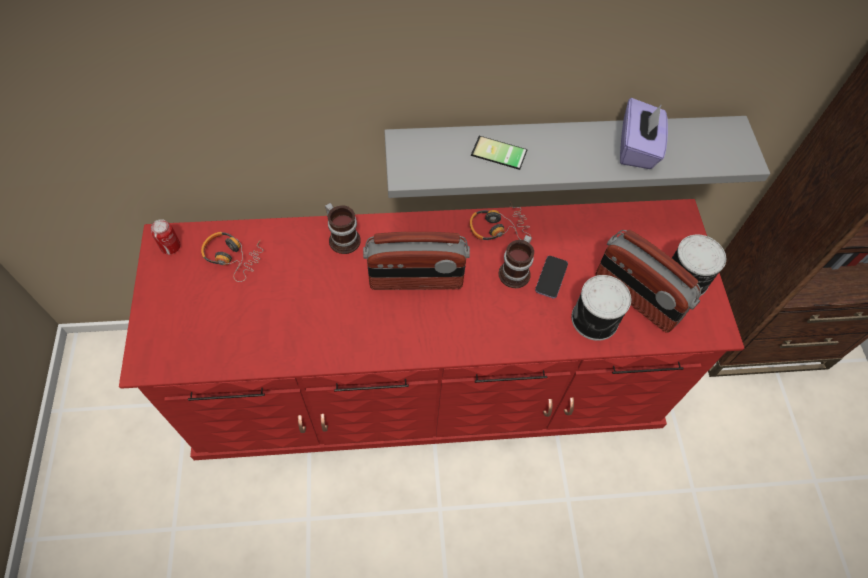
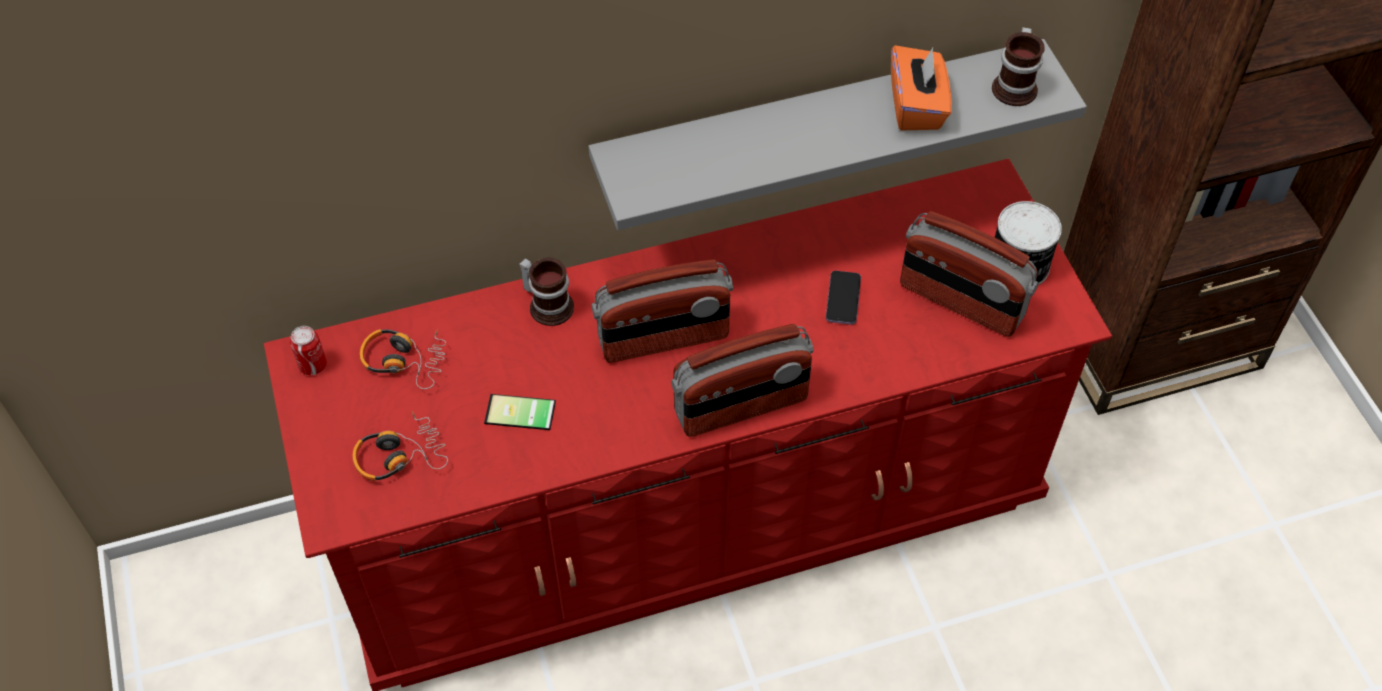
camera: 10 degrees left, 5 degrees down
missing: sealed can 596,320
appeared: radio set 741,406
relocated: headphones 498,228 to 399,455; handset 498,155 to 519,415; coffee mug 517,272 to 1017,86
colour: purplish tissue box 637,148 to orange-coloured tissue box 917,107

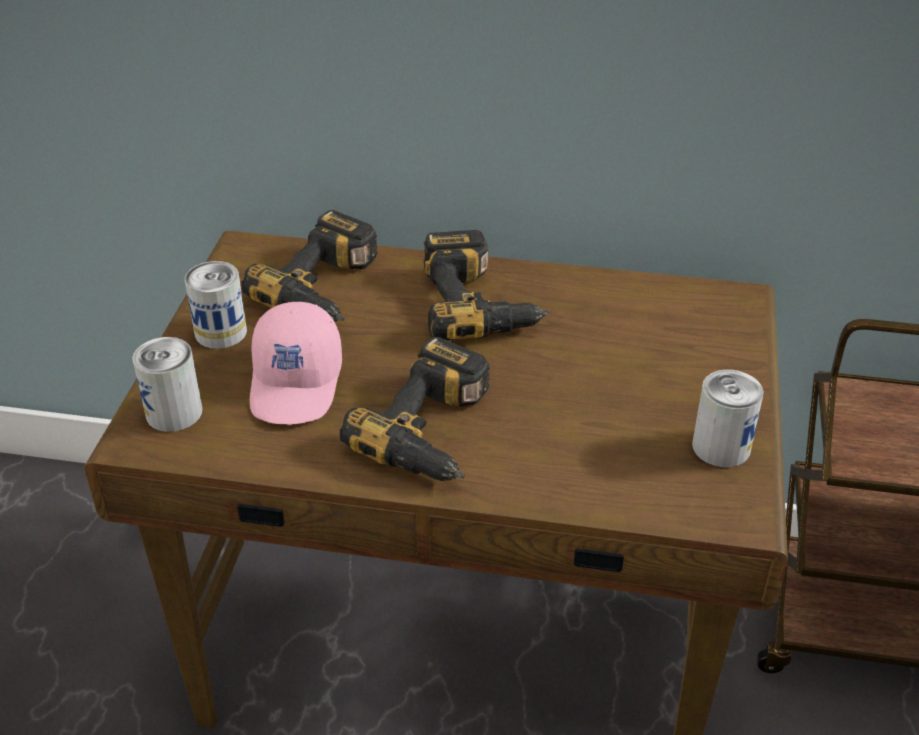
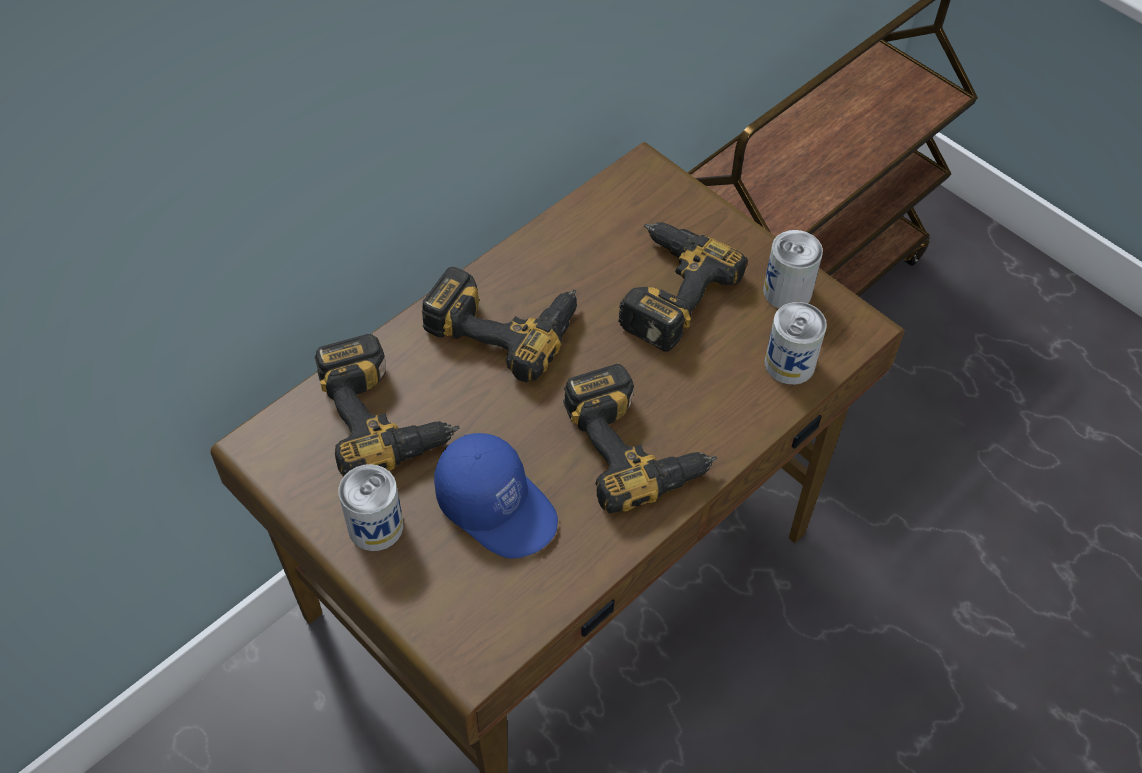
camera: 55 degrees left, 15 degrees up
appeared: electric drill 665,290
relocated: sealed can 174,412 to 789,364
colour: pink baseball cap 297,383 to blue baseball cap 498,506

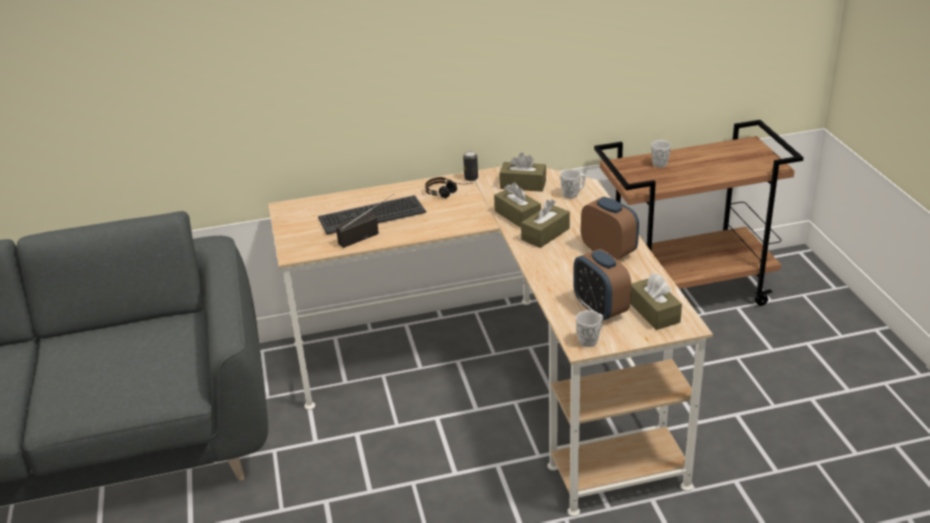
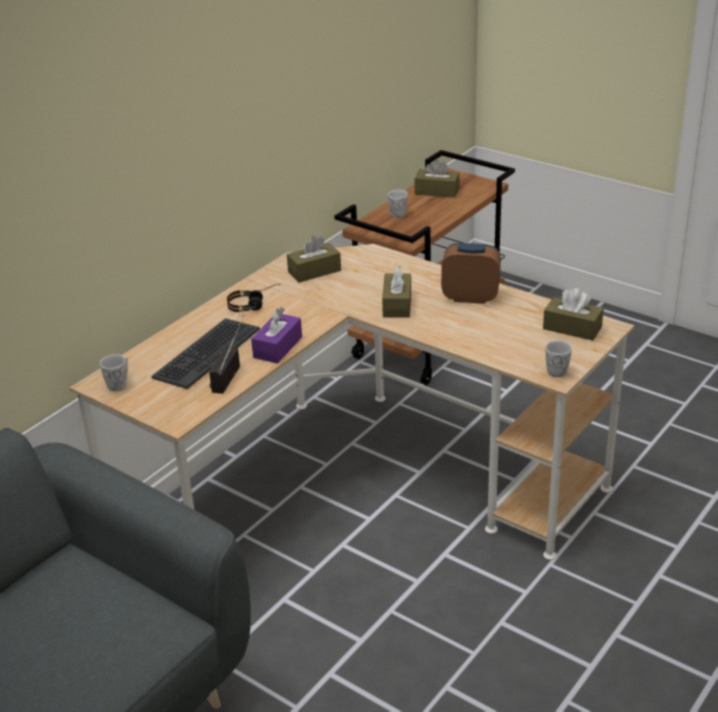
camera: 40 degrees left, 0 degrees up
missing: sealed can 471,178; alarm clock 600,309
appeared: purplish tissue box 278,347
relocated: brown-coloured tissue box 517,216 to 437,191; white coffee mug 573,194 to 119,383

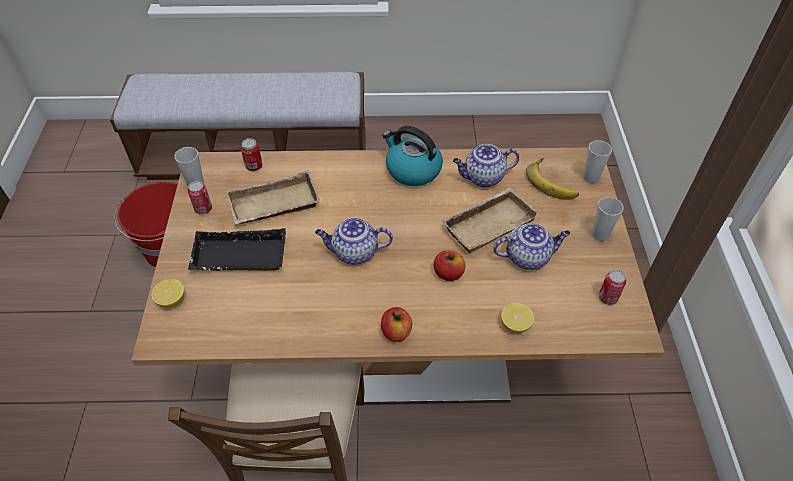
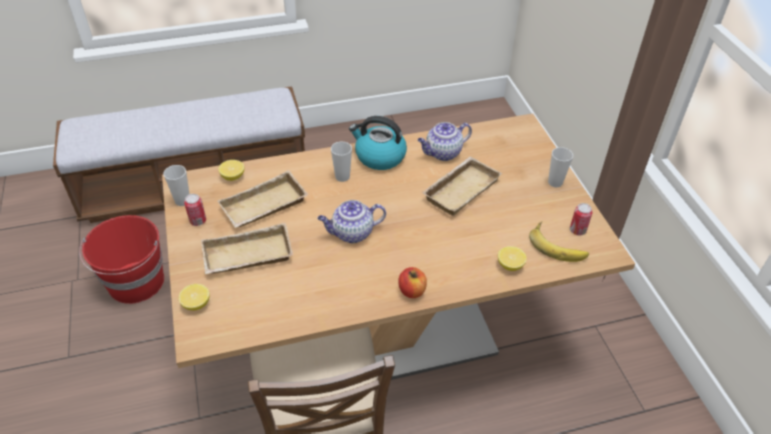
camera: 15 degrees left, 5 degrees down
missing: whole apple 448,273; pot for tea 528,257
relocated: banana fruit 553,182 to 558,245; small cup 590,177 to 342,177
exchanged: sealed can 254,166 to citrus fruit 233,177
colour: blackish tray 238,258 to beige-coloured tray 247,257

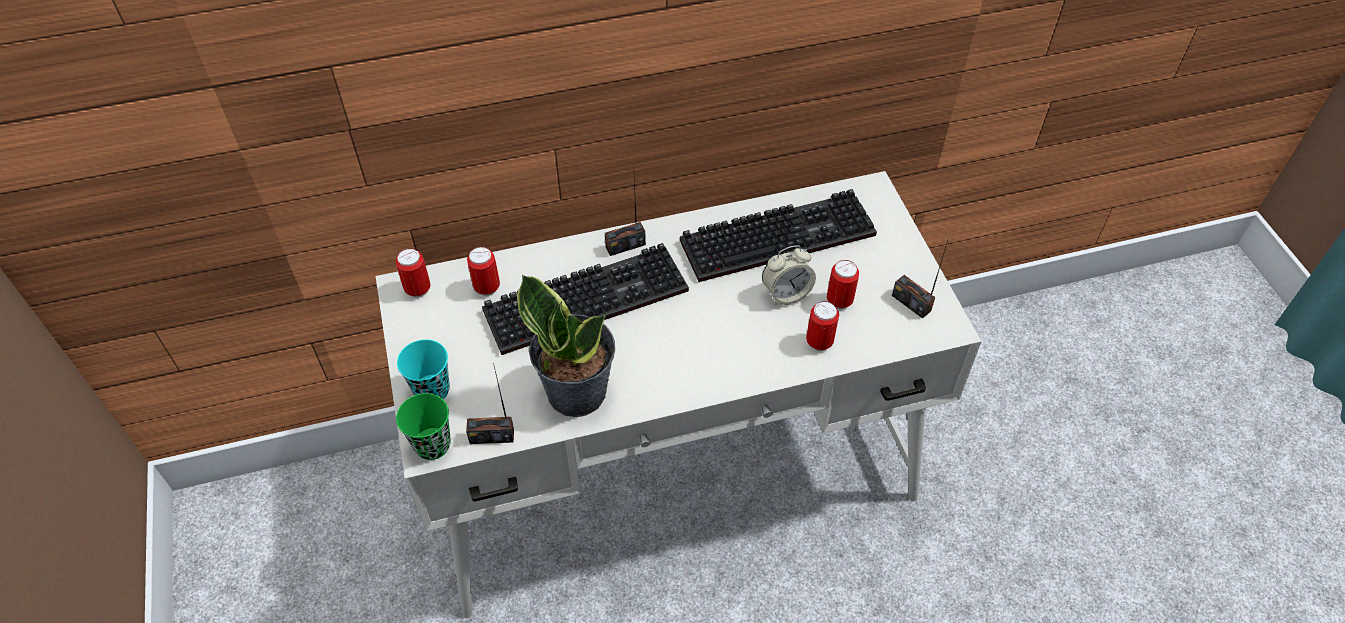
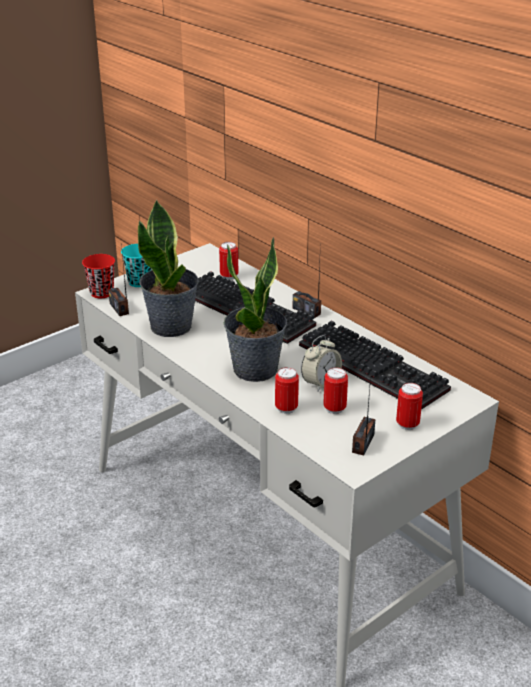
camera: 65 degrees right, 20 degrees down
appeared: houseplant 256,369
relocated: sealed can 418,289 to 407,424
colour: green-coloured small cup 432,445 to reddish small cup 102,293
spun: alarm clock 786,293 = 320,383 90 degrees counterclockwise

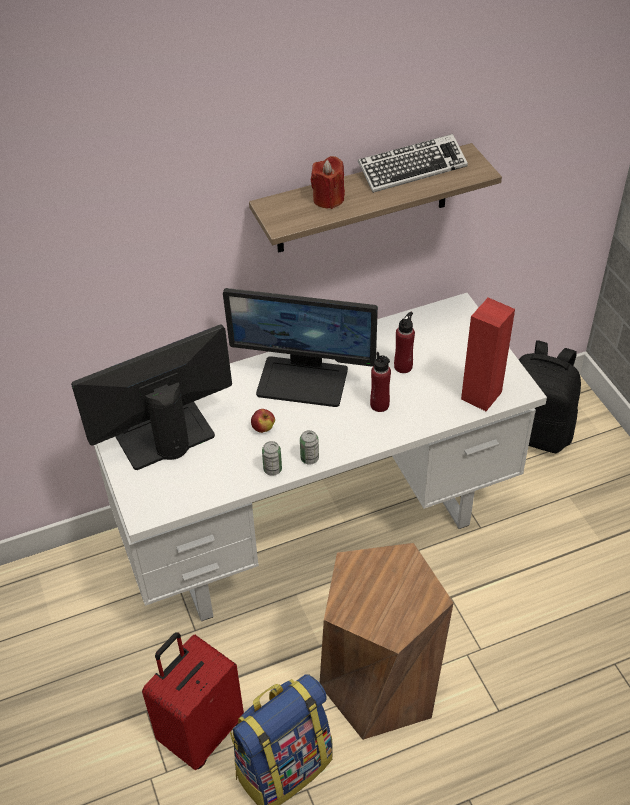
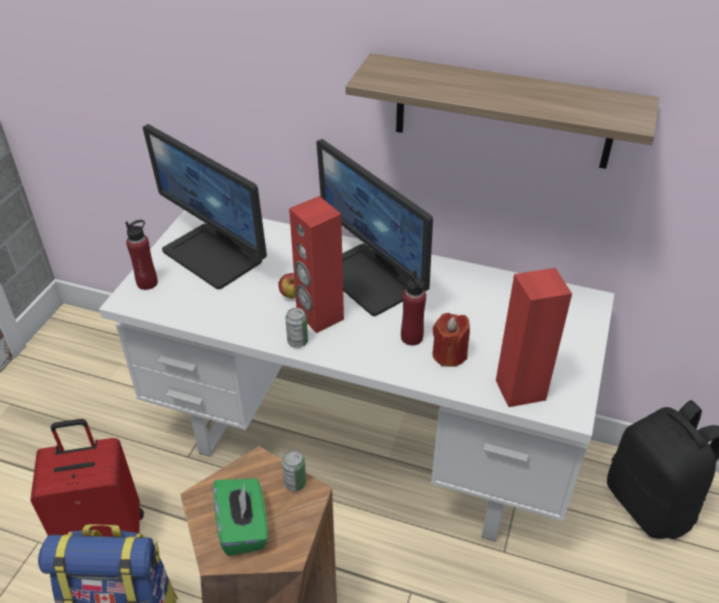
camera: 40 degrees right, 5 degrees down
missing: PC keyboard 412,169
appeared: green-coloured tissue box 243,528; reddish loudspeaker 319,316
relocated: sealed can 272,469 to 295,483; reddish candle 328,199 to 449,354; reddish beverage bottle 403,366 to 147,283
spun: computer screen 164,436 = 214,255 150 degrees counterclockwise

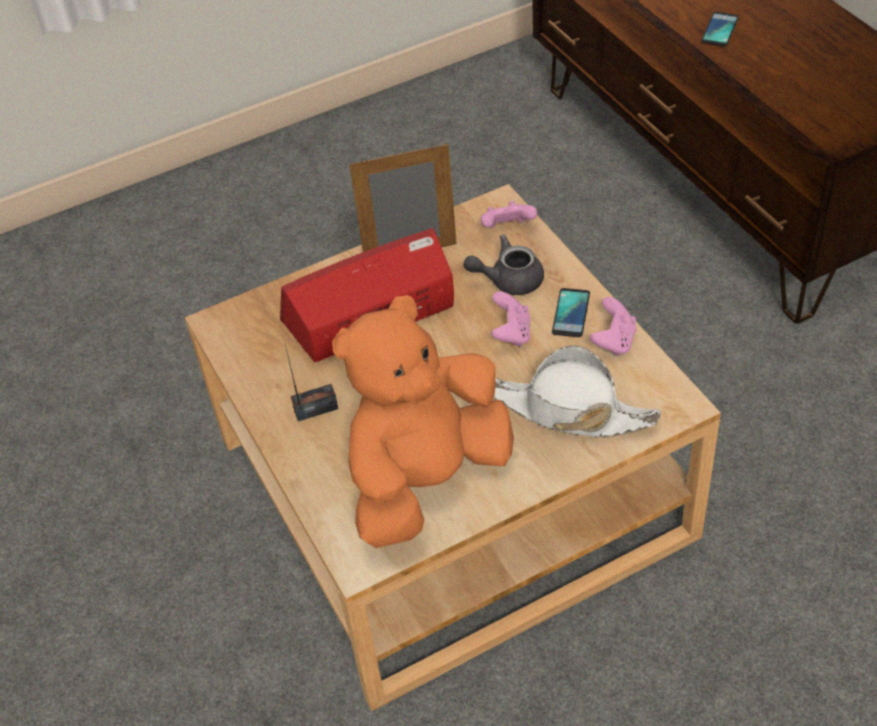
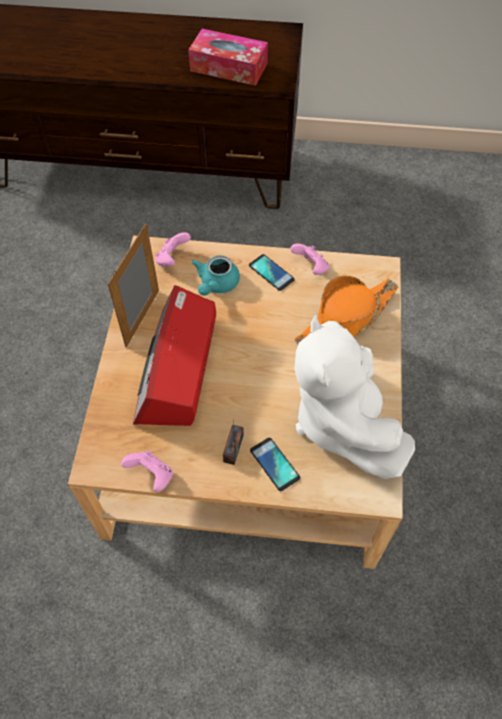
camera: 60 degrees left, 10 degrees up
appeared: tissue box 228,67
relocated: pink game controller 511,333 to 152,475; handset 719,30 to 274,464
colour: orange-coloured soft toy 426,479 to white soft toy 342,420; gray pot for tea 508,280 to turquoise-coloured pot for tea 216,284; white wearable hat 570,410 to orange-coloured wearable hat 346,318

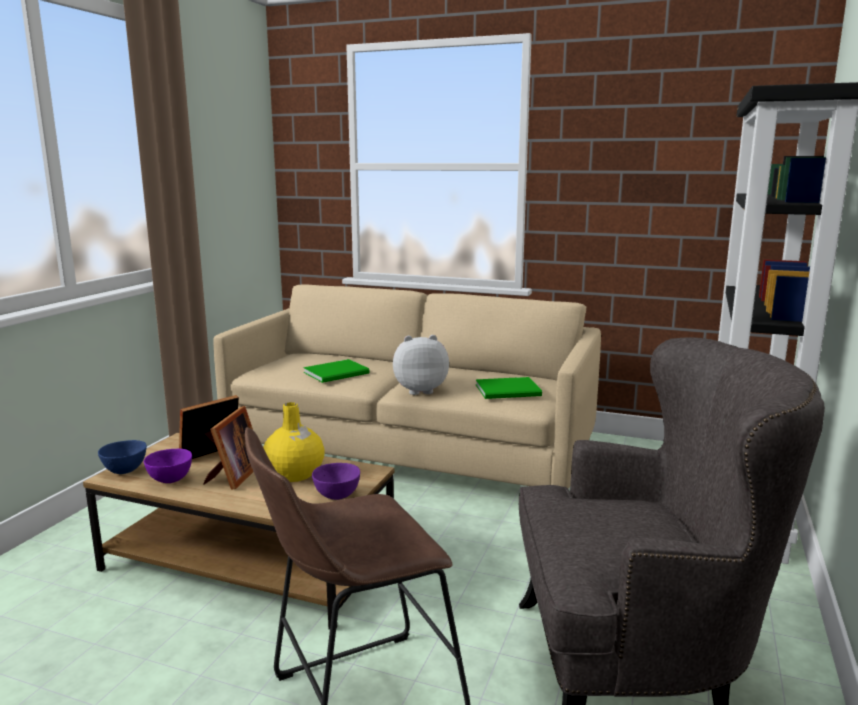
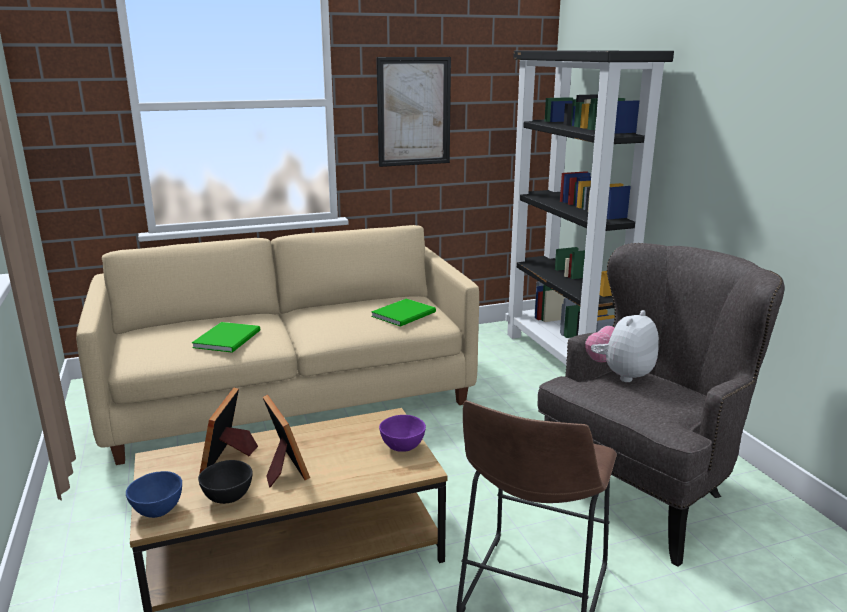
camera: 40 degrees left, 5 degrees up
missing: yellowish vase 294,474
appeared: picture 414,112
relocated: soft toy 419,390 to 620,374
colour: purplish deep dish 170,480 to blackish deep dish 228,498

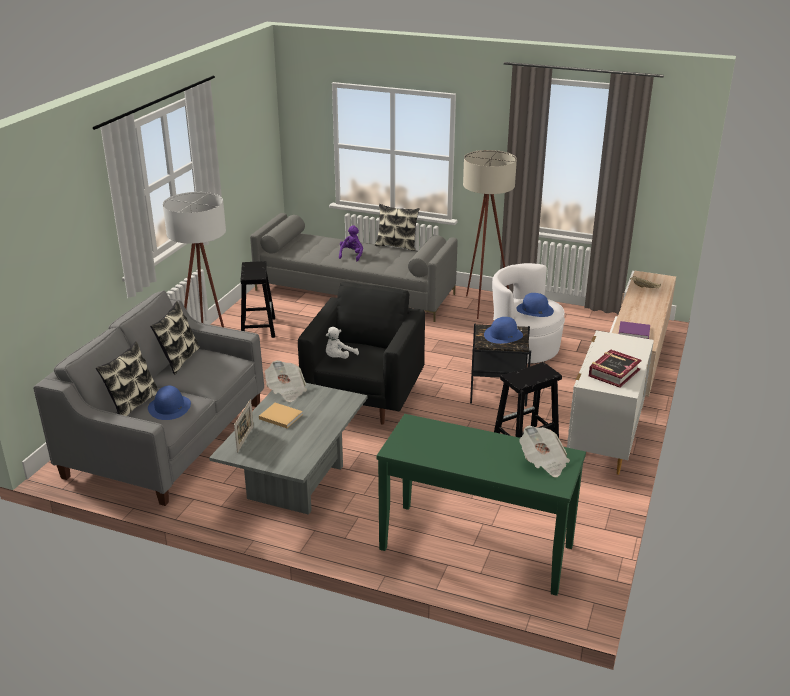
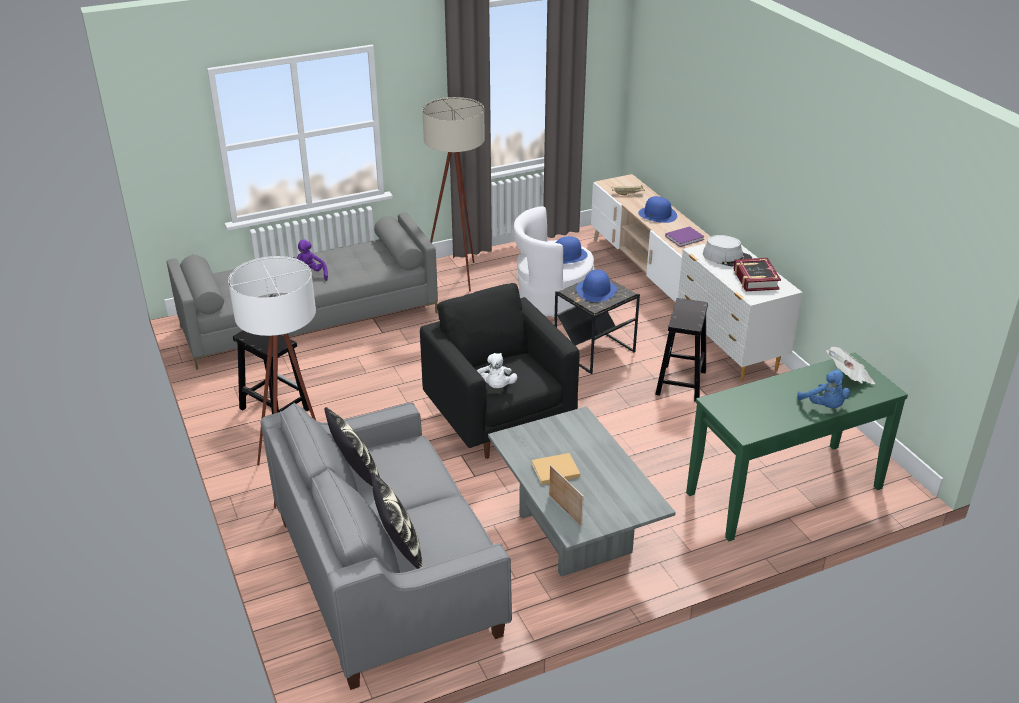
camera: 45 degrees left, 5 degrees up
missing: printed paper 286,391; pillow 397,245
appeared: gray wearable hat 727,257; blue soft toy 824,406
relocated: blue wearable hat 169,407 to 657,214

